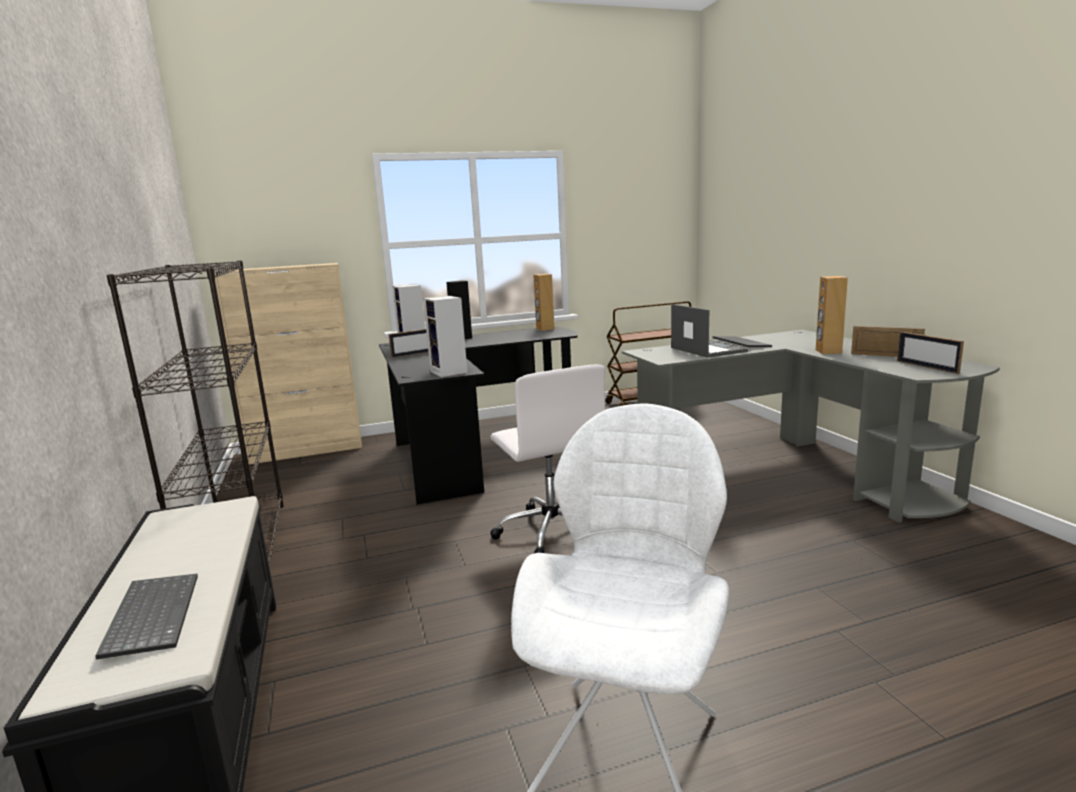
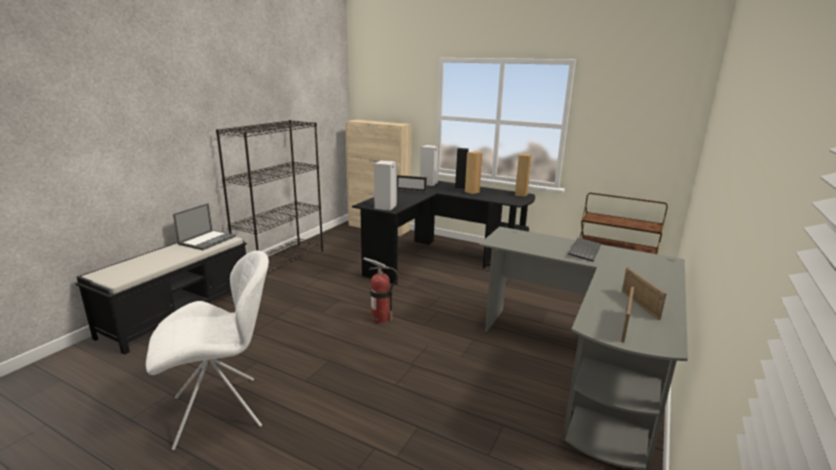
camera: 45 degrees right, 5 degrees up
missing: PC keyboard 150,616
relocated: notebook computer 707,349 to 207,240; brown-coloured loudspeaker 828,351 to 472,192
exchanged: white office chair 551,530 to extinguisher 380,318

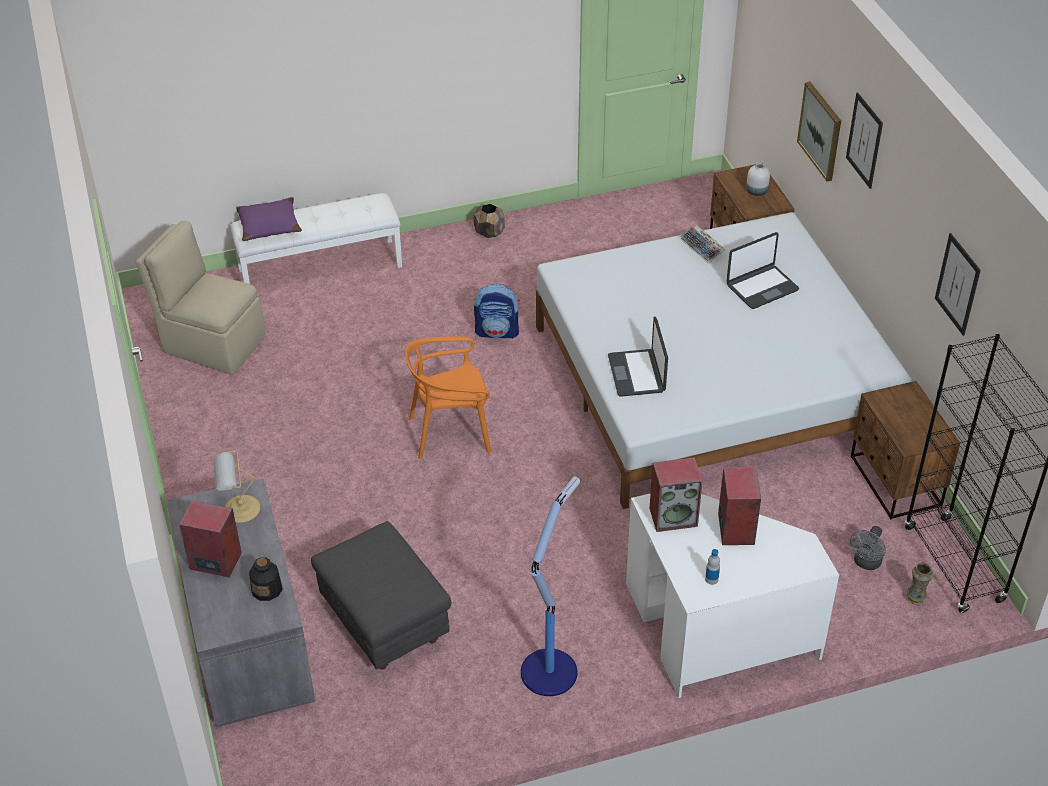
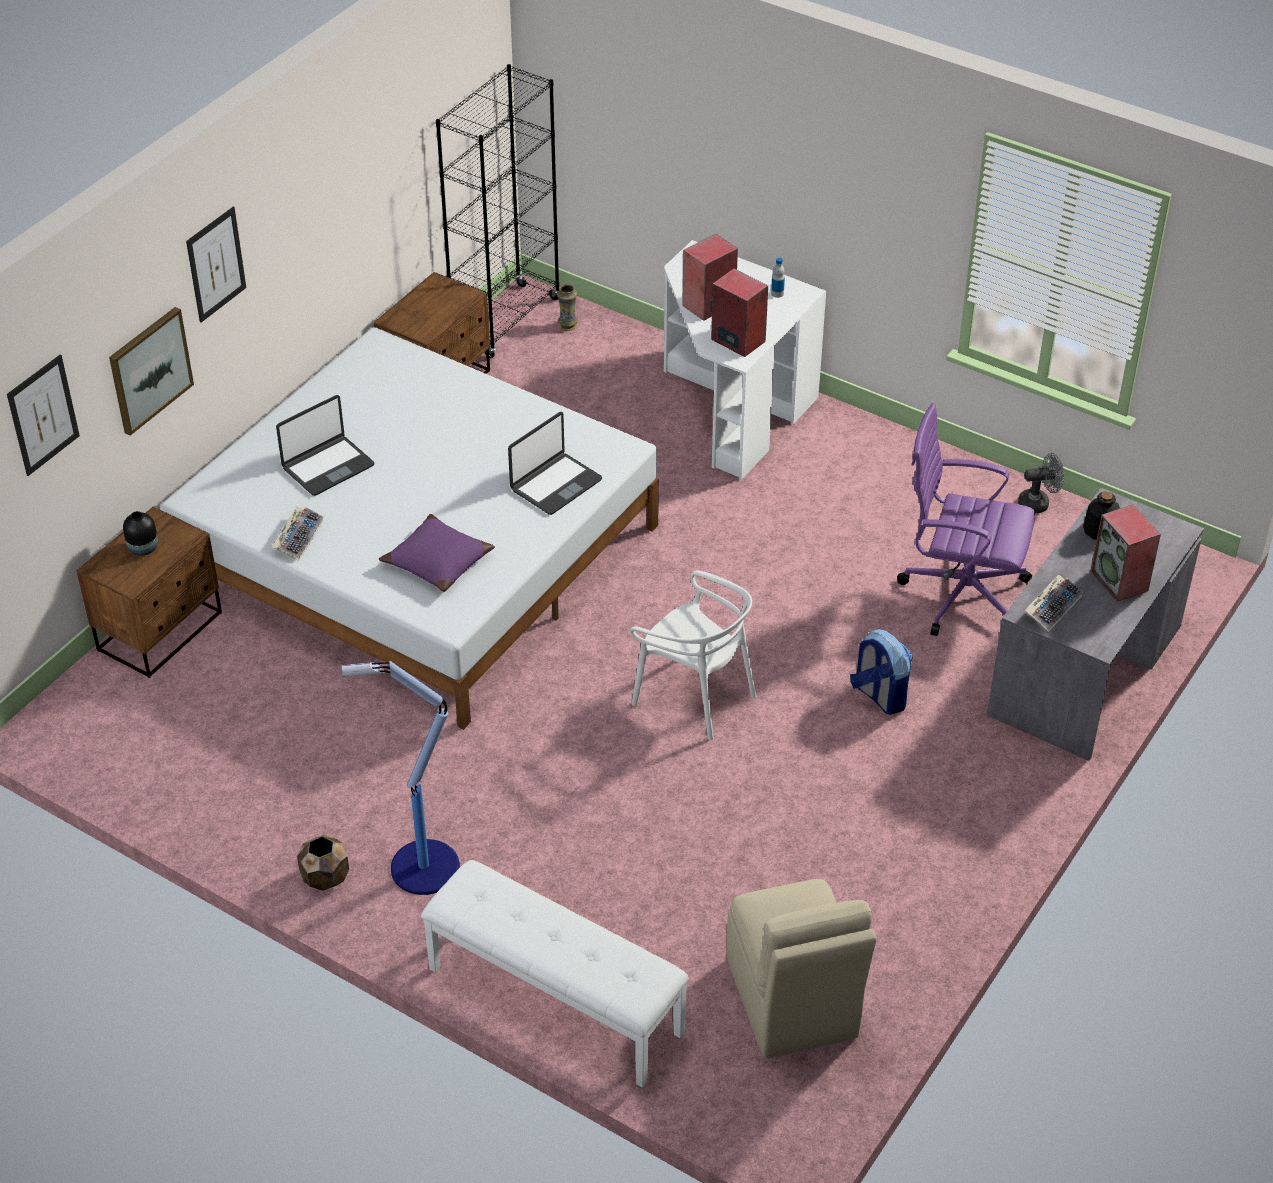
camera: 130 degrees left, 0 degrees up
relocated: purplish pillow 269,226 to 437,562; backpack 497,332 to 879,696; standing lamp 550,670 to 421,868; gray electric fan 866,563 to 1038,503; picture 957,284 to 43,415
exchanged: table lamp 239,509 to PC keyboard 1053,606; gray ottoman 386,623 to purplish office chair 960,593
colour: orange-coloured plain chair 450,432 to white plain chair 695,697; white vase 756,191 to blackish vase 144,548
spun: notebook computer 761,287 = 327,466 120 degrees clockwise

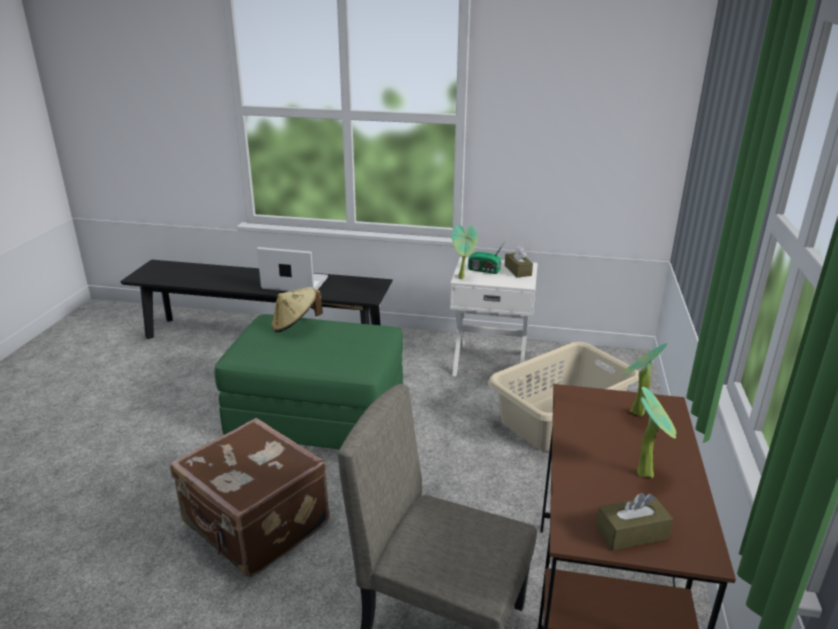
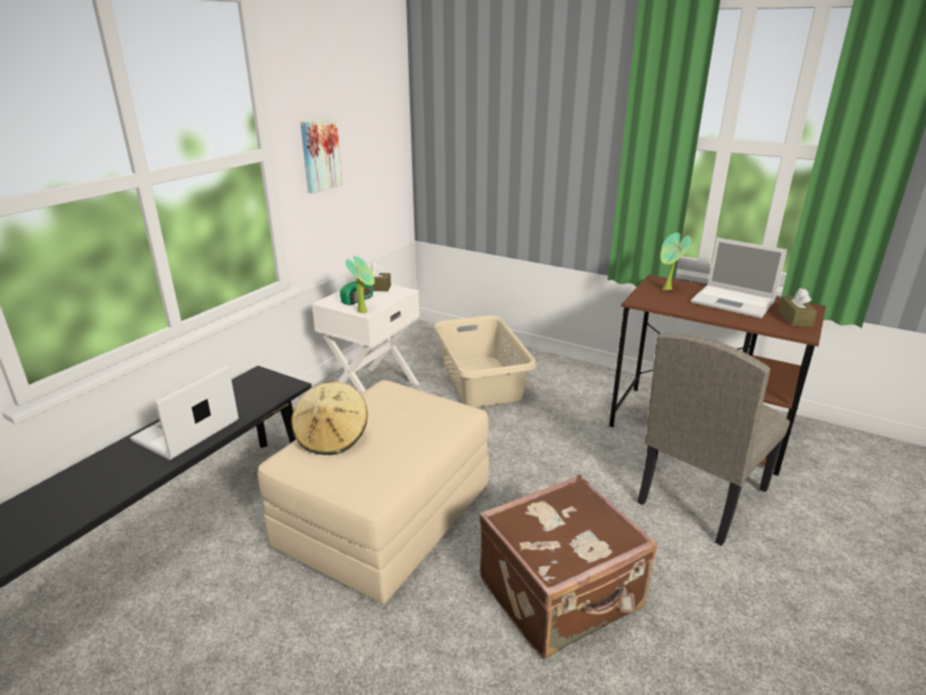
camera: 70 degrees left, 0 degrees up
appeared: picture 319,154
exchanged: houseplant 647,473 to notebook computer 734,302
colour: green-coloured ottoman 318,415 to beige-coloured ottoman 386,517

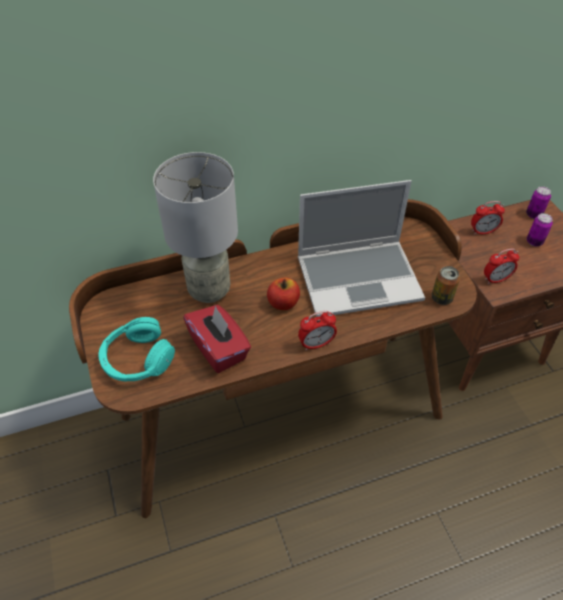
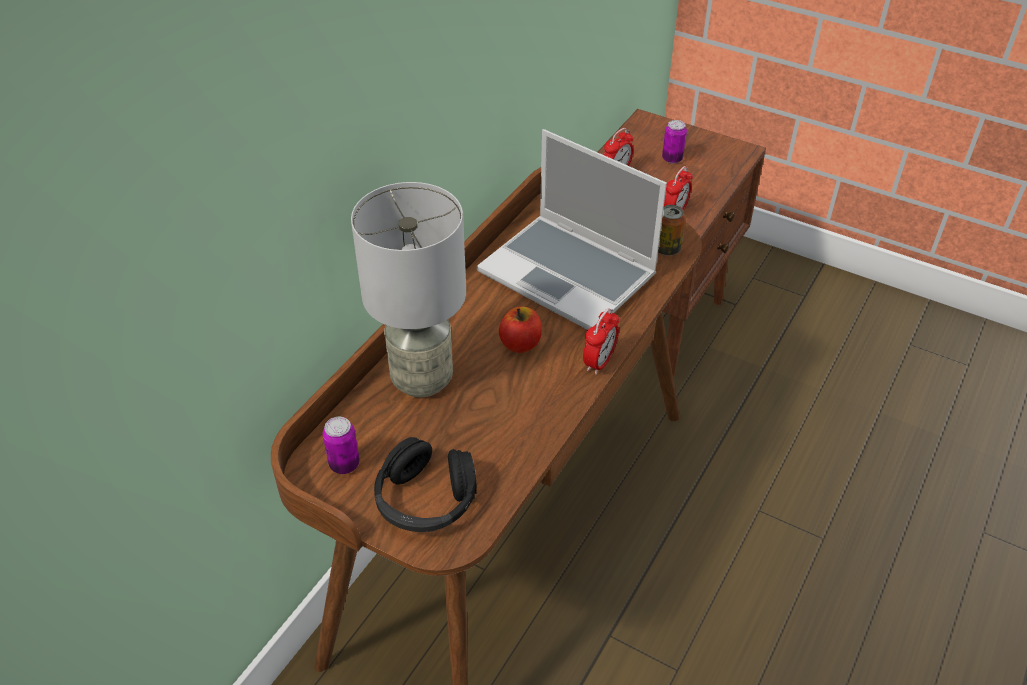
camera: 40 degrees left, 5 degrees down
missing: reddish tissue box 219,349
relocated: sealed can 533,214 to 344,464
colour: turquoise-coloured headphones 137,359 to blackish headphones 425,500
spun: notebook computer 359,278 = 570,274 90 degrees clockwise

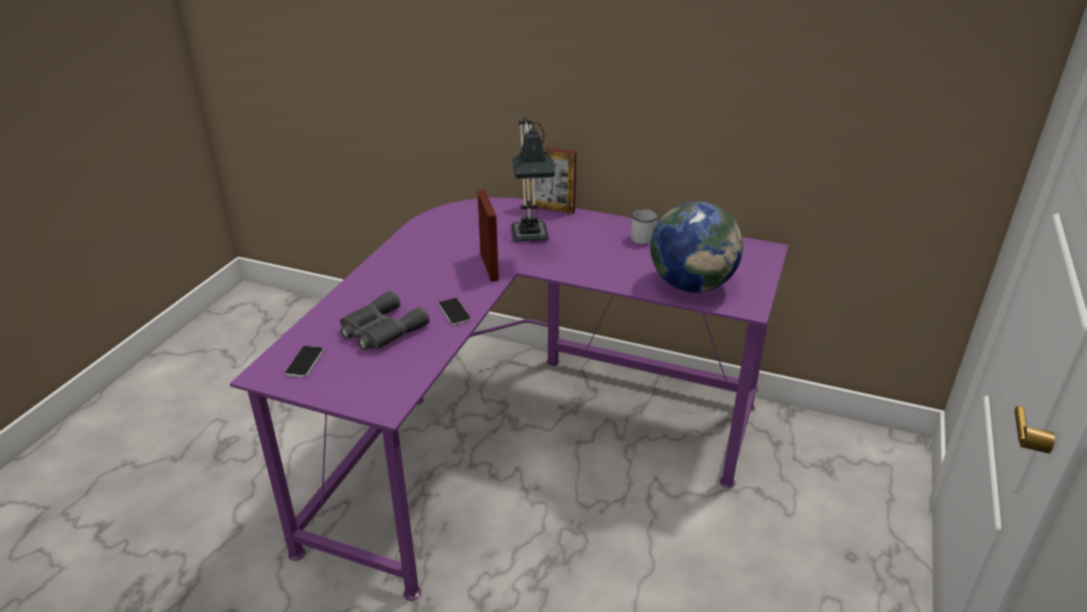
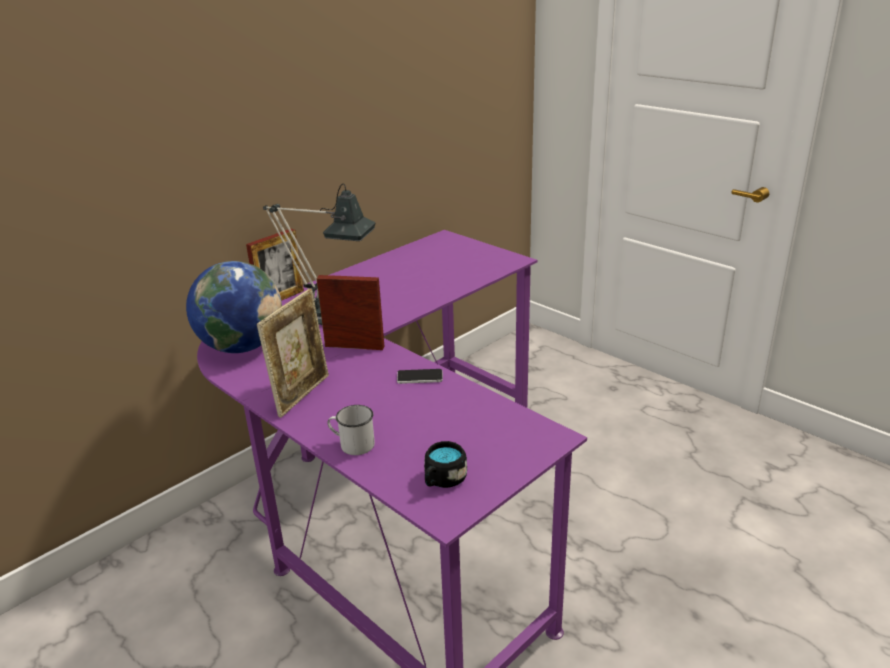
camera: 65 degrees left, 5 degrees down
missing: gray binoculars 380,330
appeared: photo frame 302,394
relocated: white coffee mug 642,236 to 352,444; desk globe 691,285 to 242,347
exchanged: handset 304,362 to blackish coffee mug 442,480

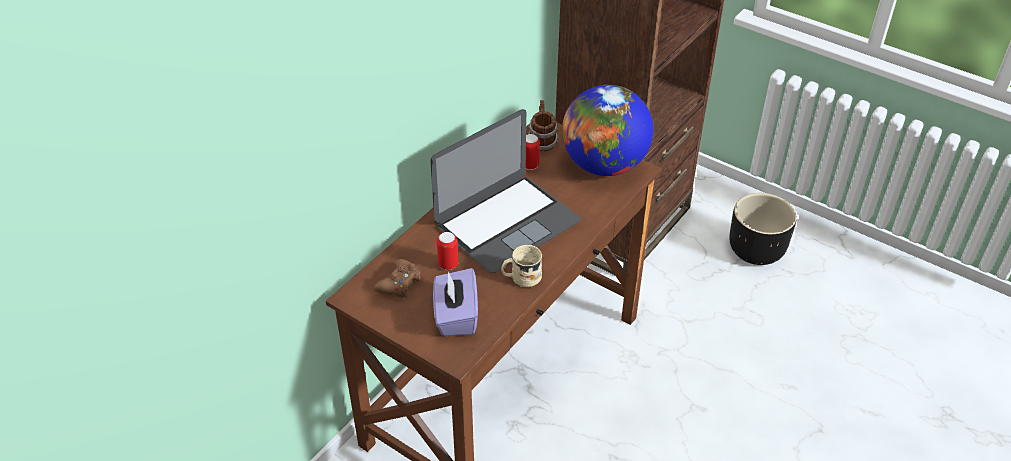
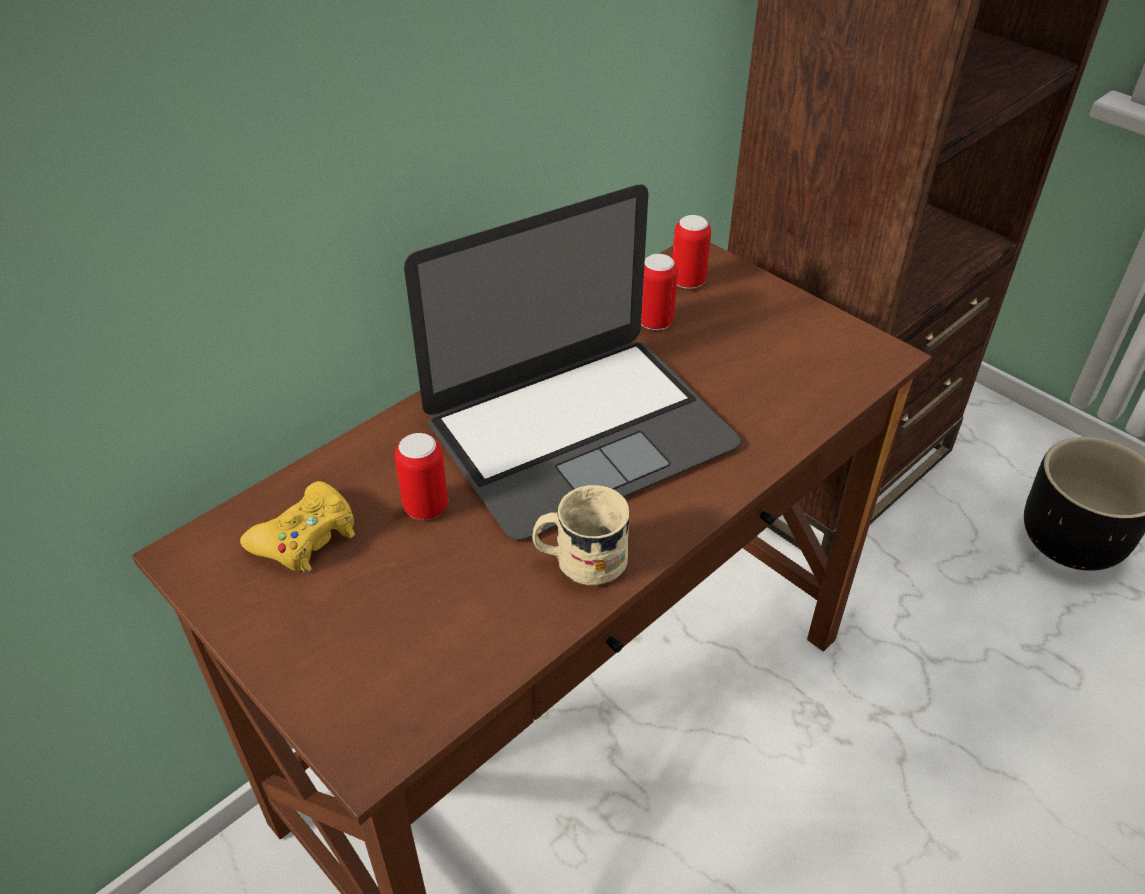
camera: 10 degrees right, 0 degrees up
missing: purplish tissue box 456,316; desk globe 604,165
exchanged: coffee mug 541,142 to sealed can 688,282
colour: brown-coloured game controller 400,284 to yellowish game controller 306,537

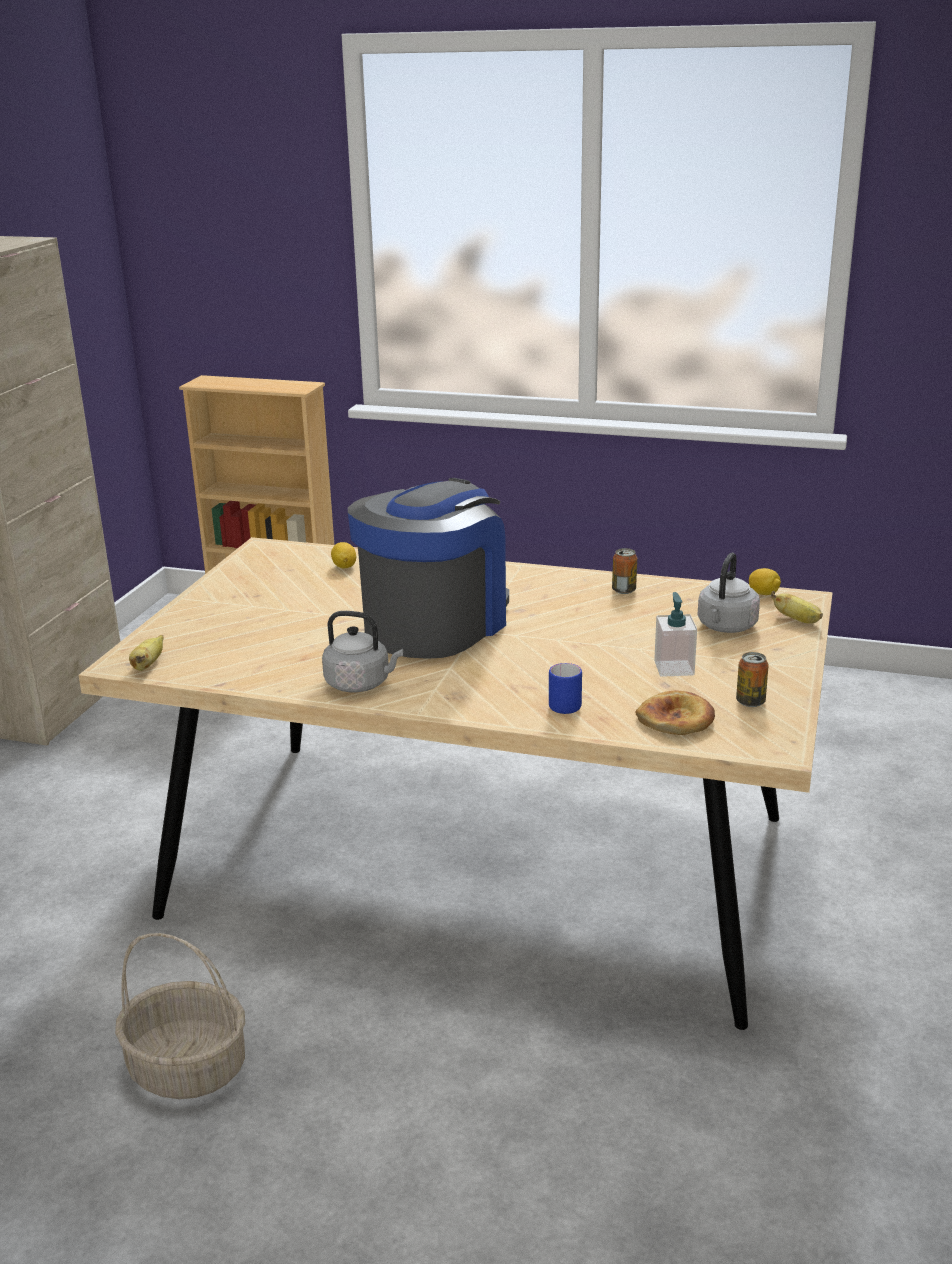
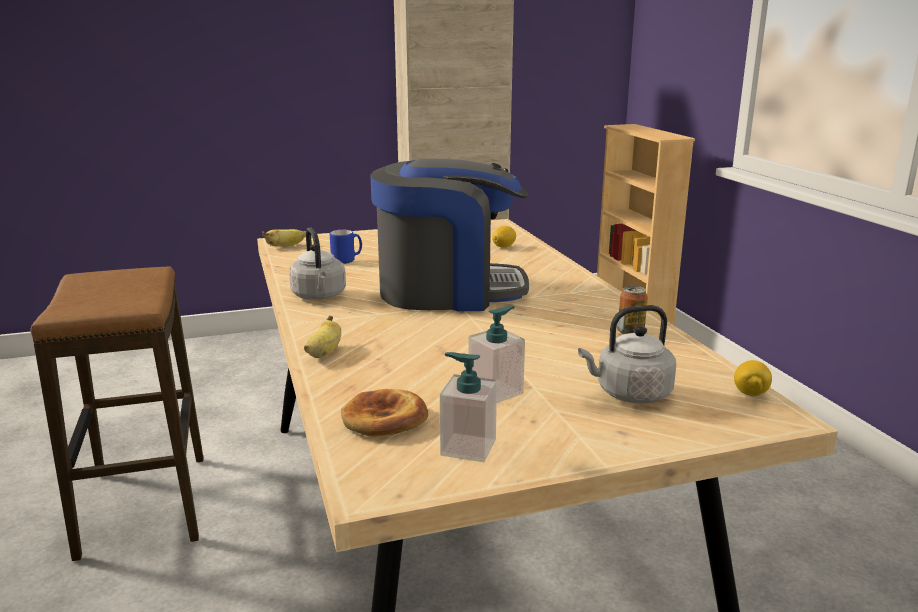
camera: 55 degrees right, 5 degrees down
relocated: blue coffee mug 565,704 to 347,260; banana fruit 797,620 to 324,353
exchanged: household basket 186,1069 to stool 144,505; sealed can 750,702 to soap bottle 468,447

